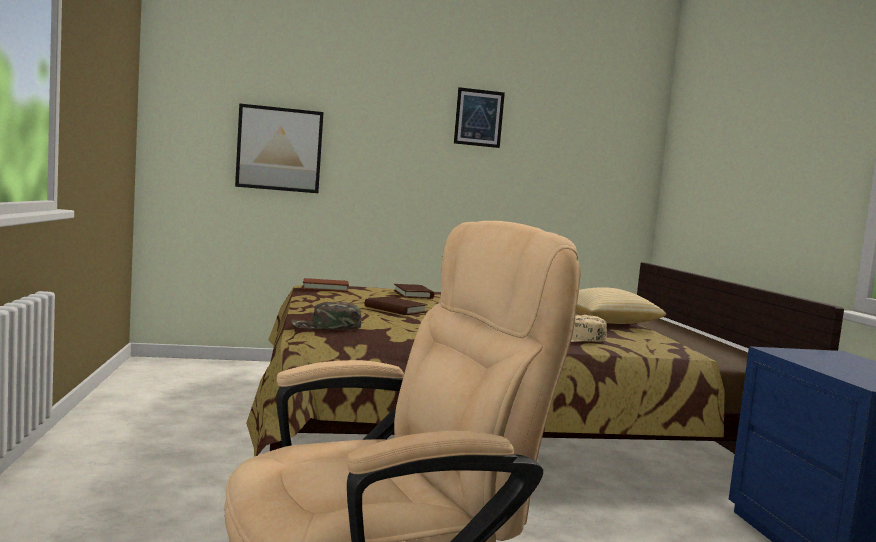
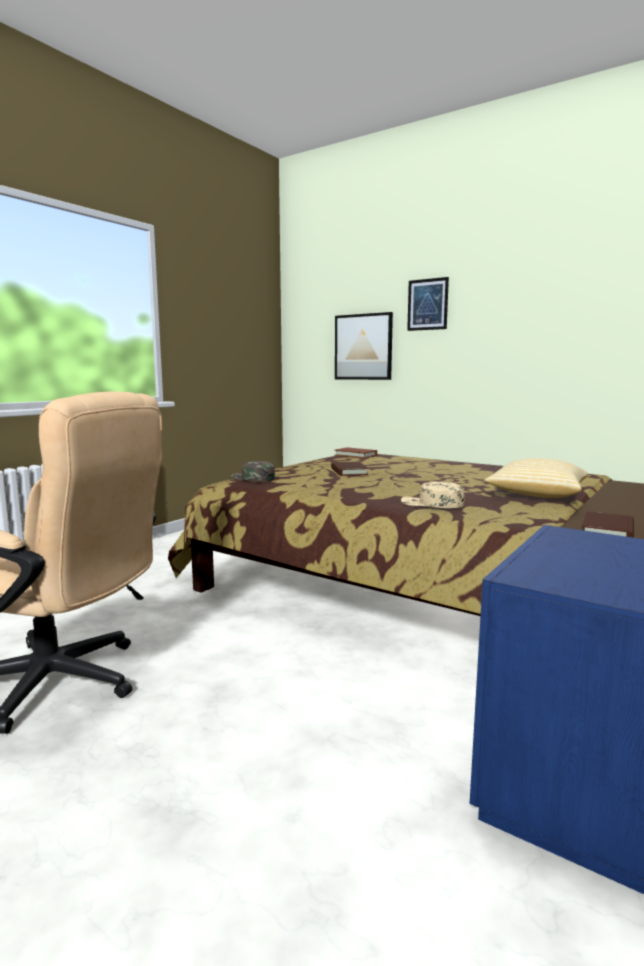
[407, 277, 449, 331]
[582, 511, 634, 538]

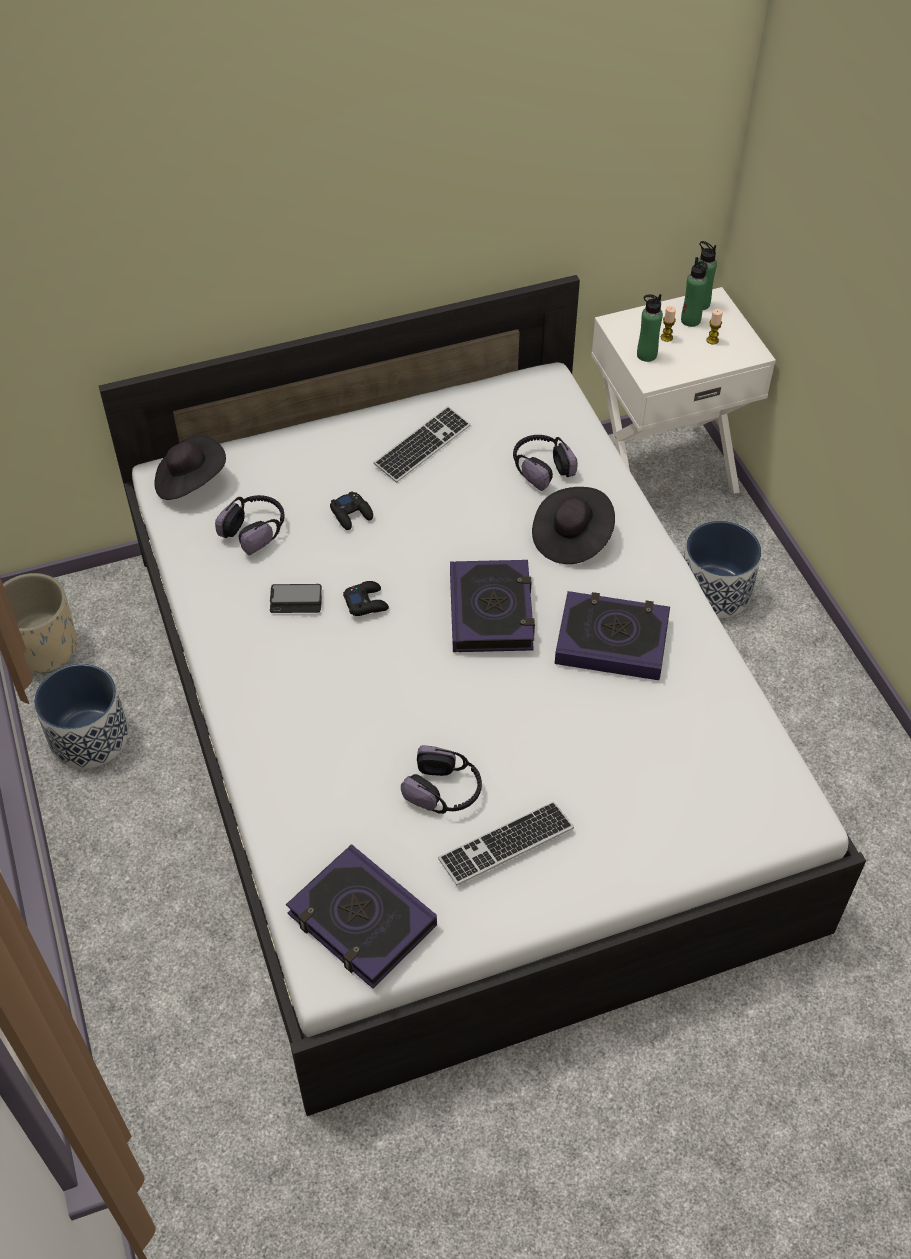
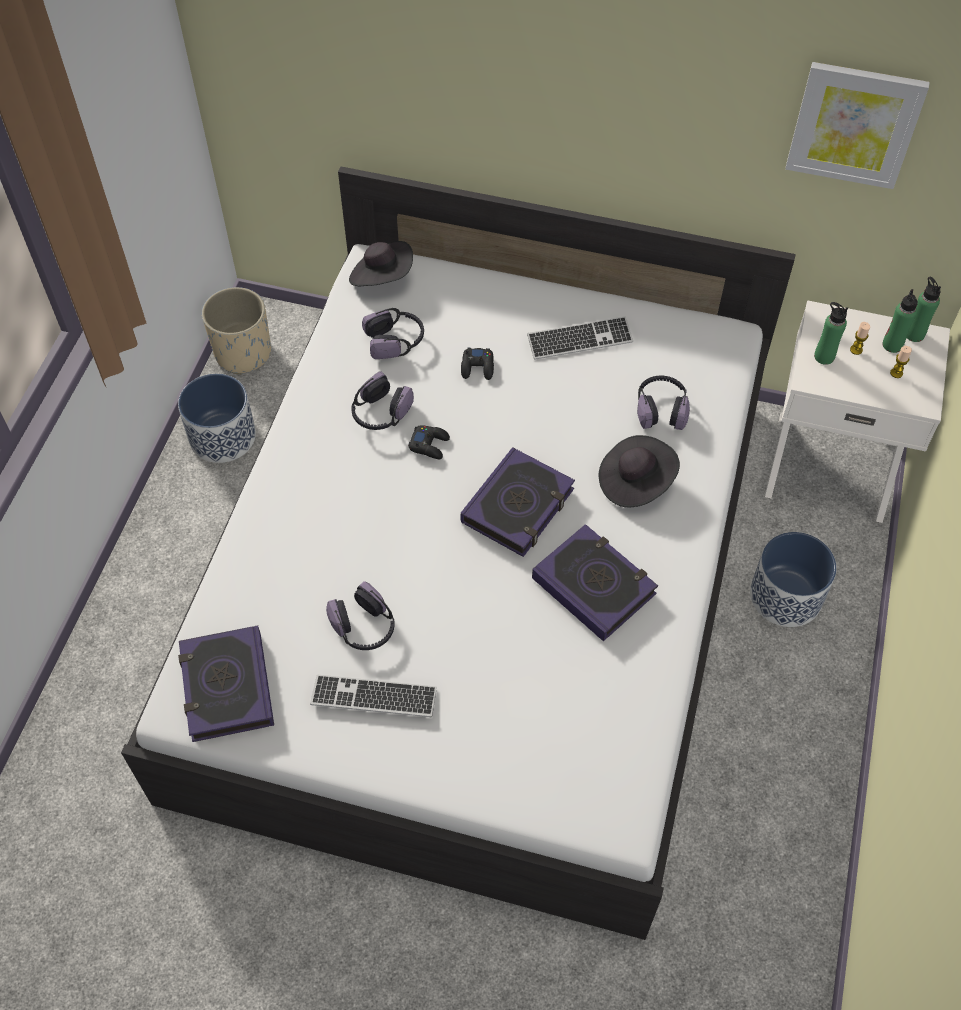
[351, 371, 414, 430]
[785, 62, 930, 189]

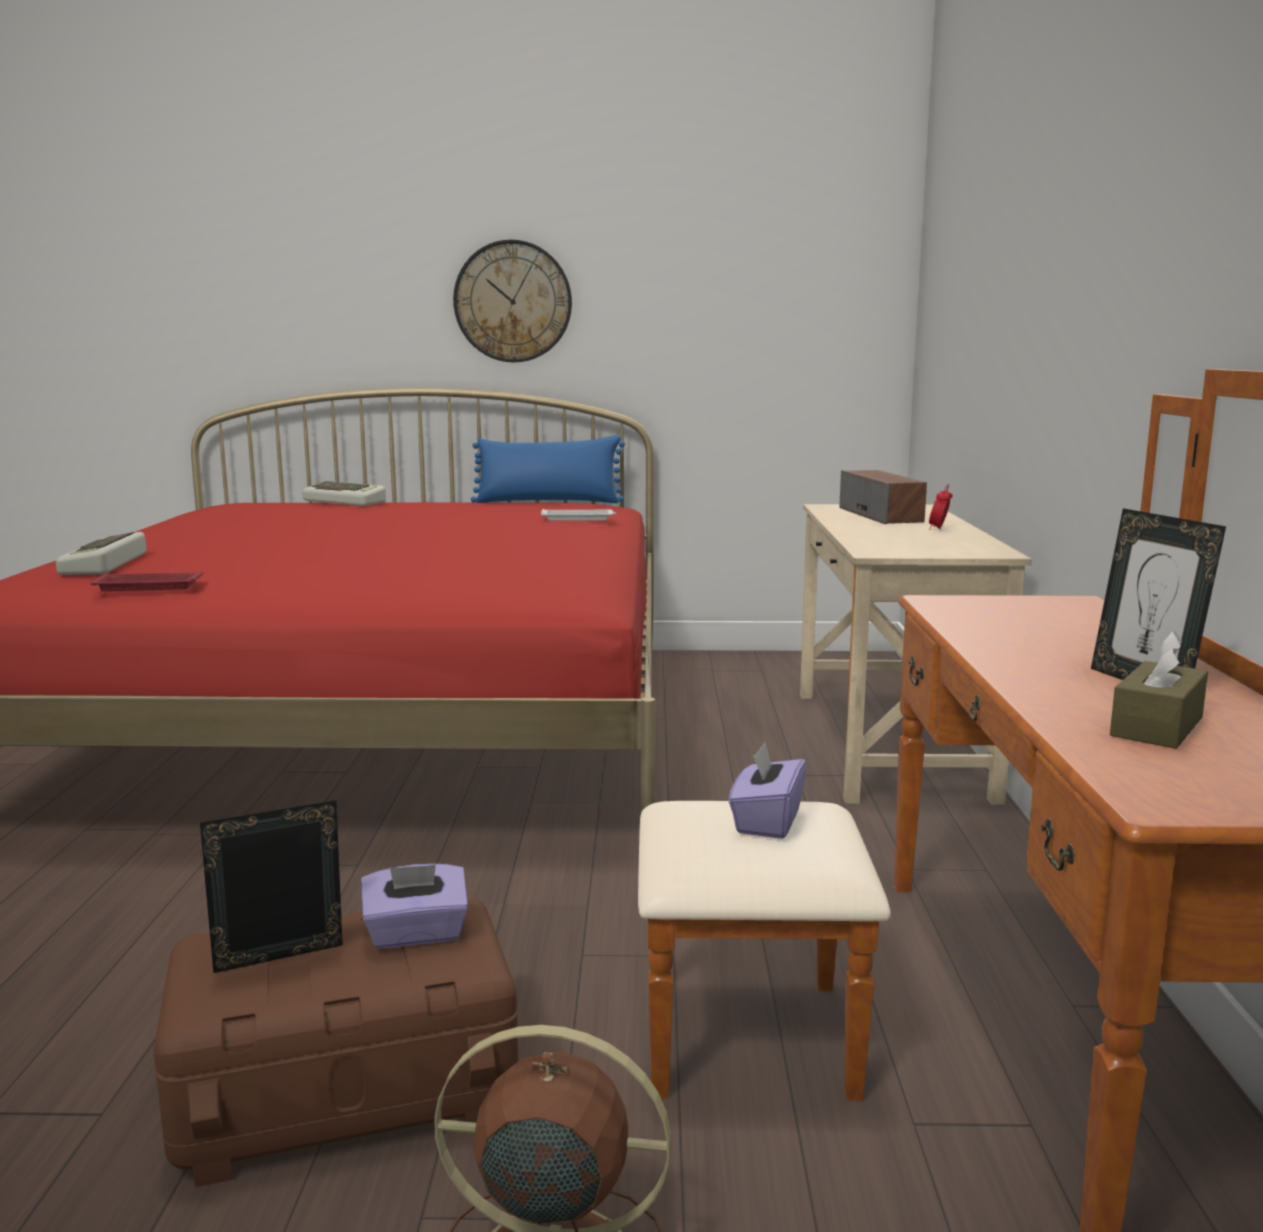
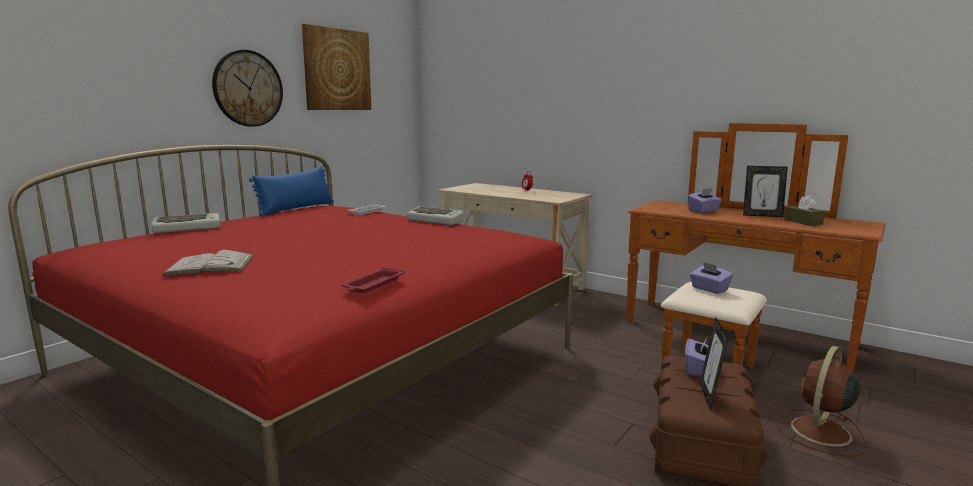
[162, 250, 254, 276]
[302, 24, 371, 110]
[407, 206, 464, 225]
[687, 188, 722, 213]
[839, 470, 927, 524] (first image)

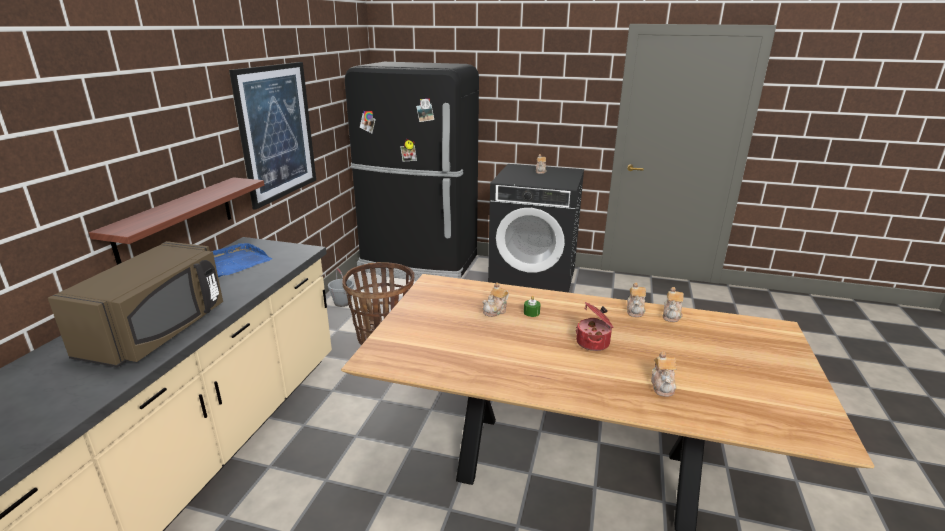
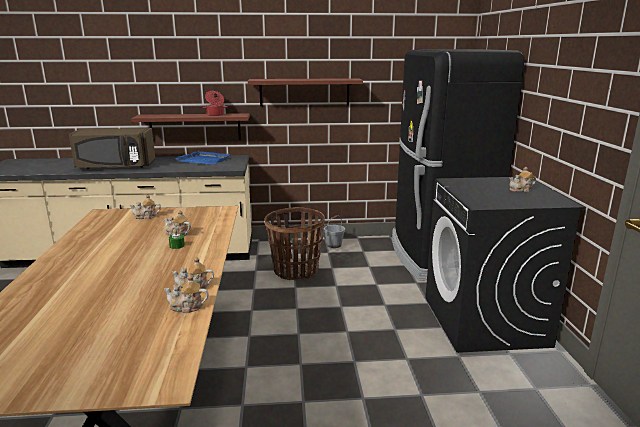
[130, 194, 161, 219]
[202, 91, 228, 116]
[248, 78, 363, 106]

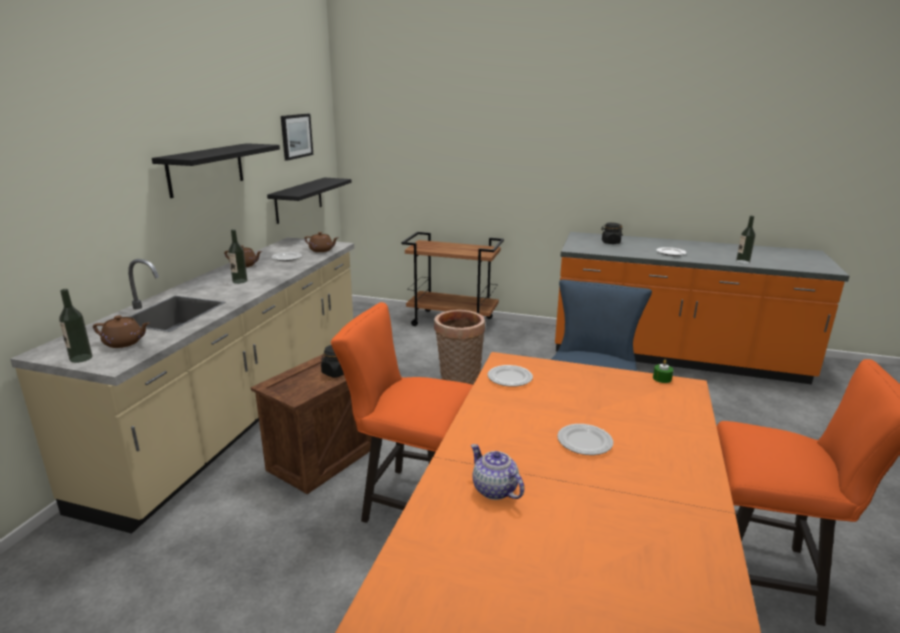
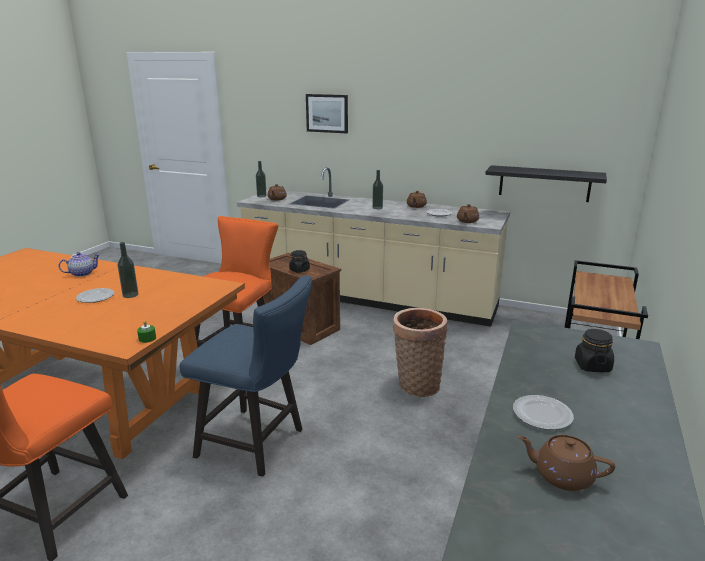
[118, 242, 139, 298]
[306, 94, 348, 133]
[518, 435, 615, 491]
[152, 143, 280, 198] (first image)
[487, 365, 533, 387] (first image)

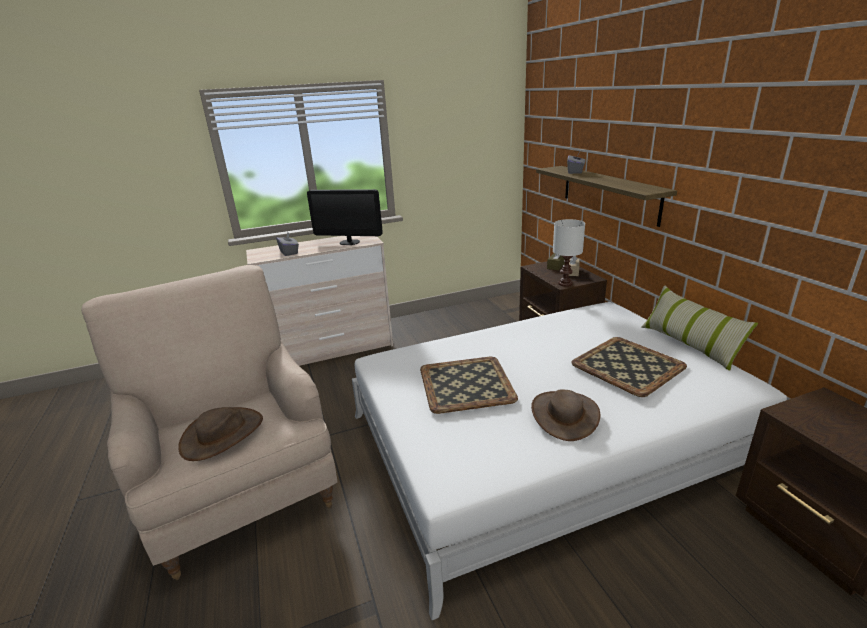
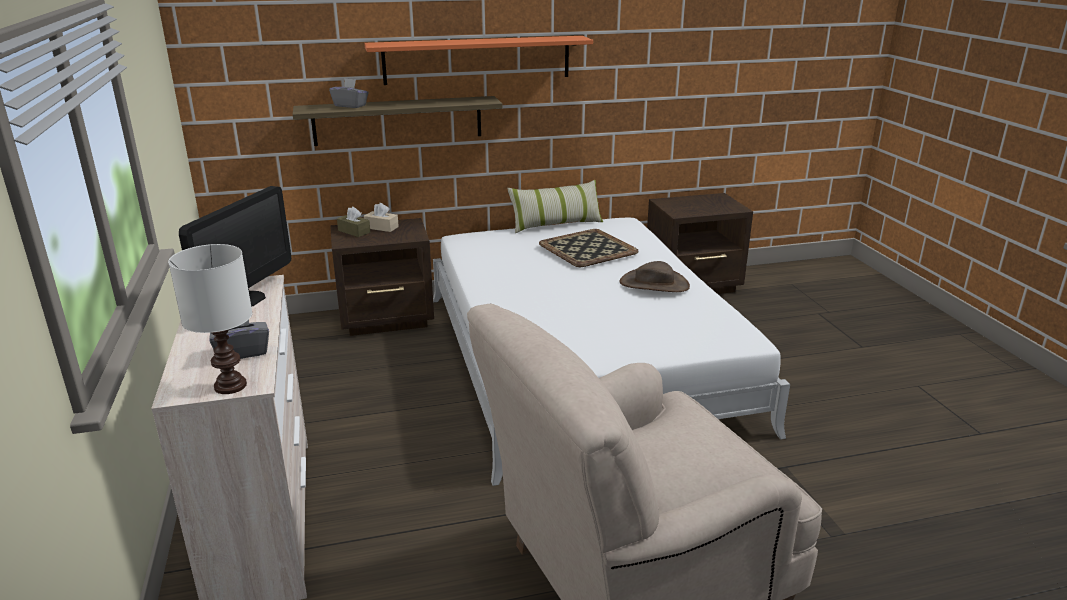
[168, 244, 252, 394]
[364, 36, 593, 85]
[178, 407, 263, 461] (first image)
[420, 357, 518, 414] (first image)

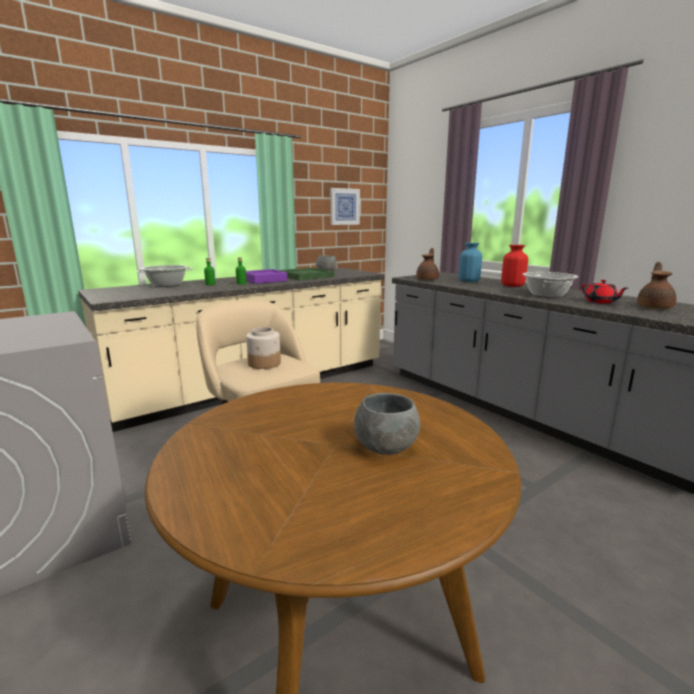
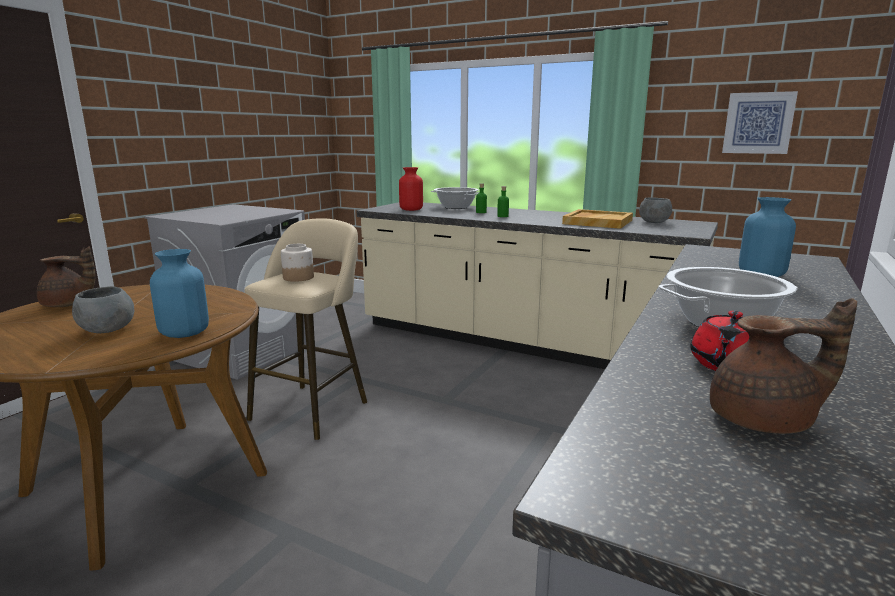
[37, 246, 95, 307]
[150, 249, 209, 338]
[399, 167, 423, 211]
[562, 209, 633, 229]
[246, 269, 287, 284] (first image)

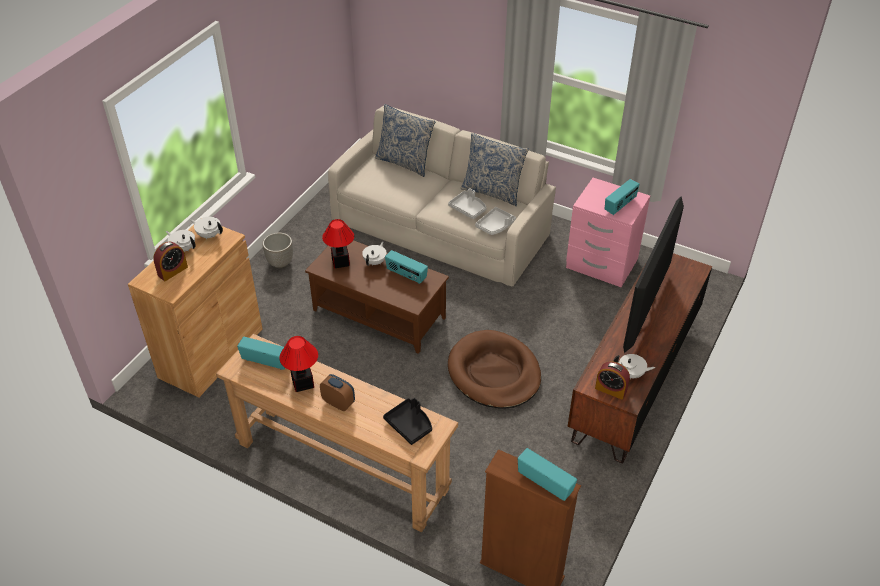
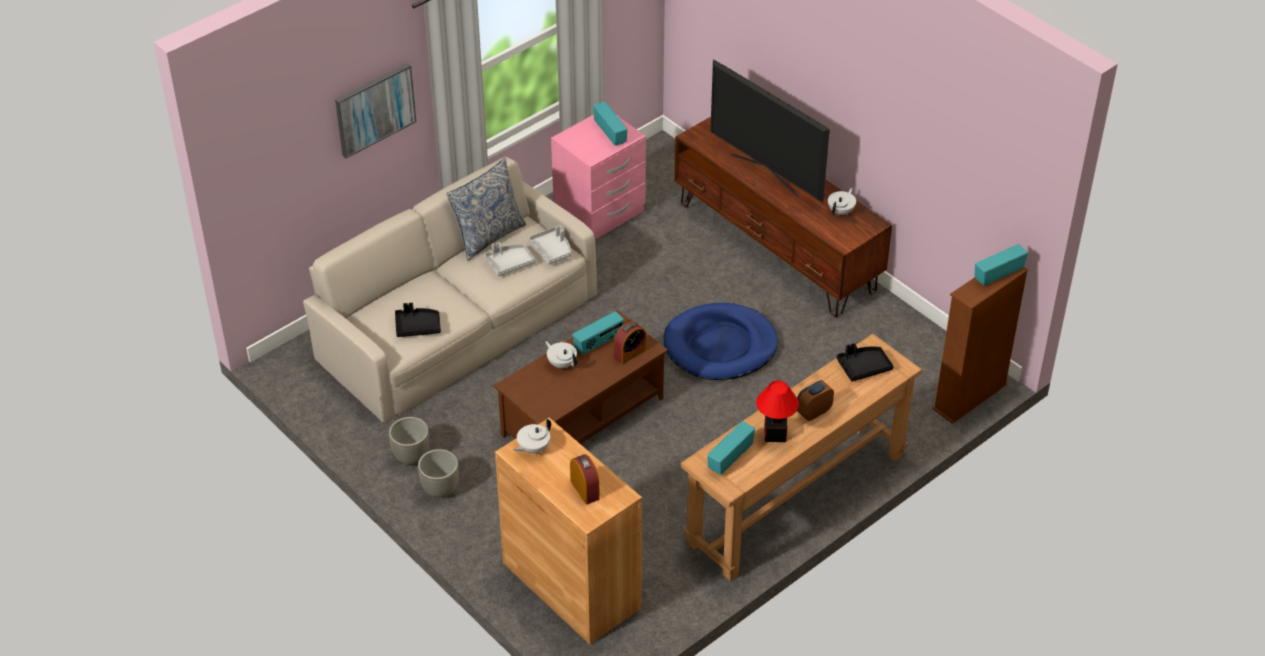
[335, 63, 416, 158]
[389, 417, 429, 465]
[395, 303, 441, 337]
[614, 321, 646, 364]
[664, 303, 778, 380]
[166, 230, 196, 252] (first image)
[322, 219, 354, 269] (first image)
[375, 104, 435, 177] (first image)

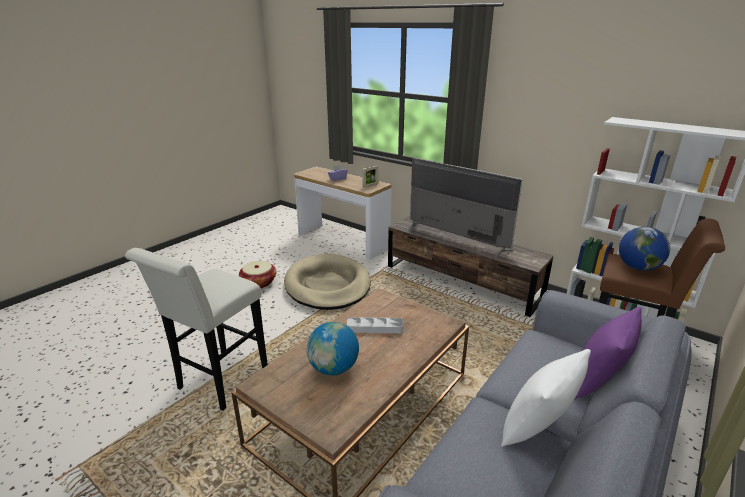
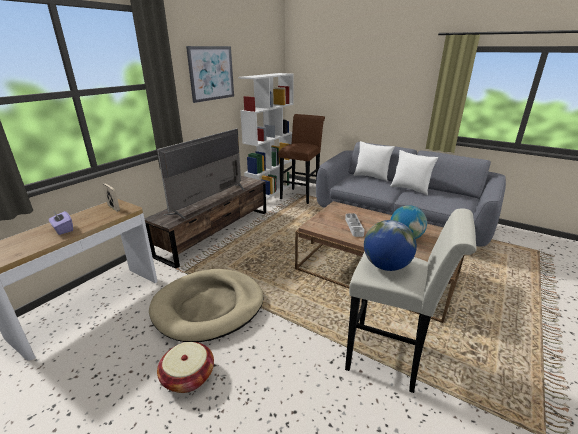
[186, 46, 234, 103]
[353, 141, 395, 181]
[364, 220, 417, 271]

